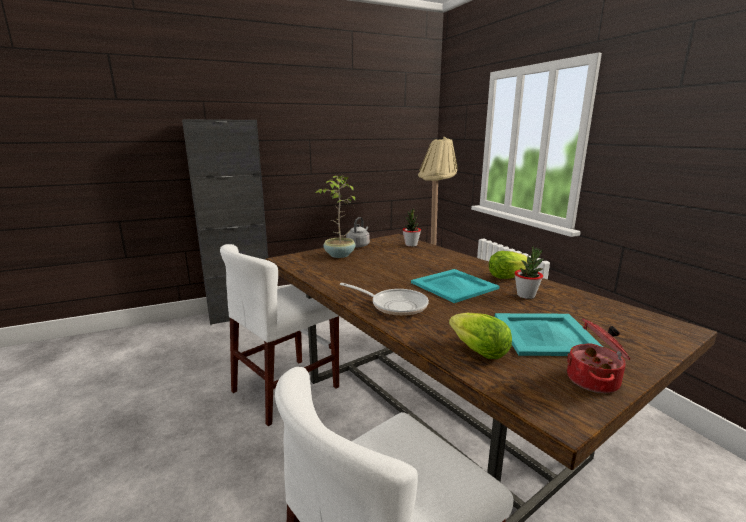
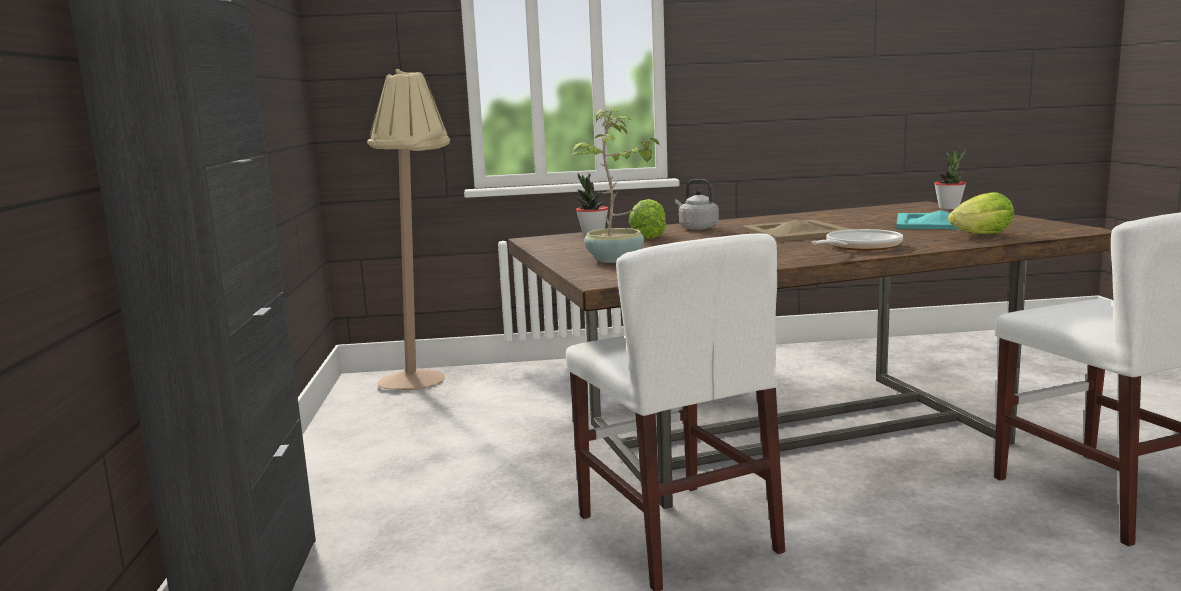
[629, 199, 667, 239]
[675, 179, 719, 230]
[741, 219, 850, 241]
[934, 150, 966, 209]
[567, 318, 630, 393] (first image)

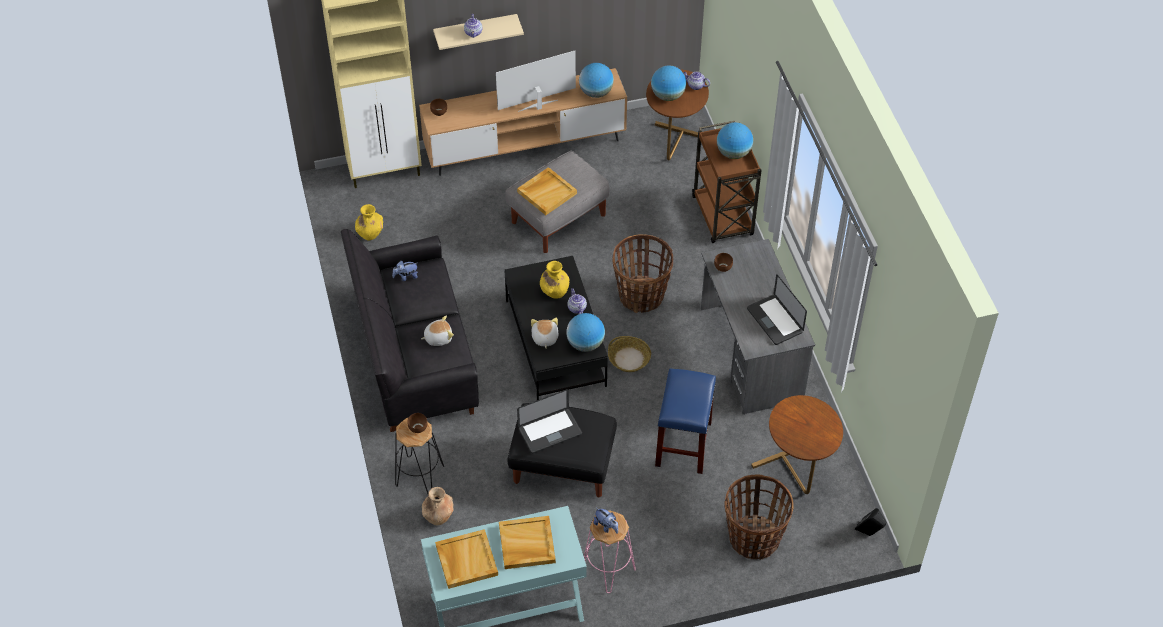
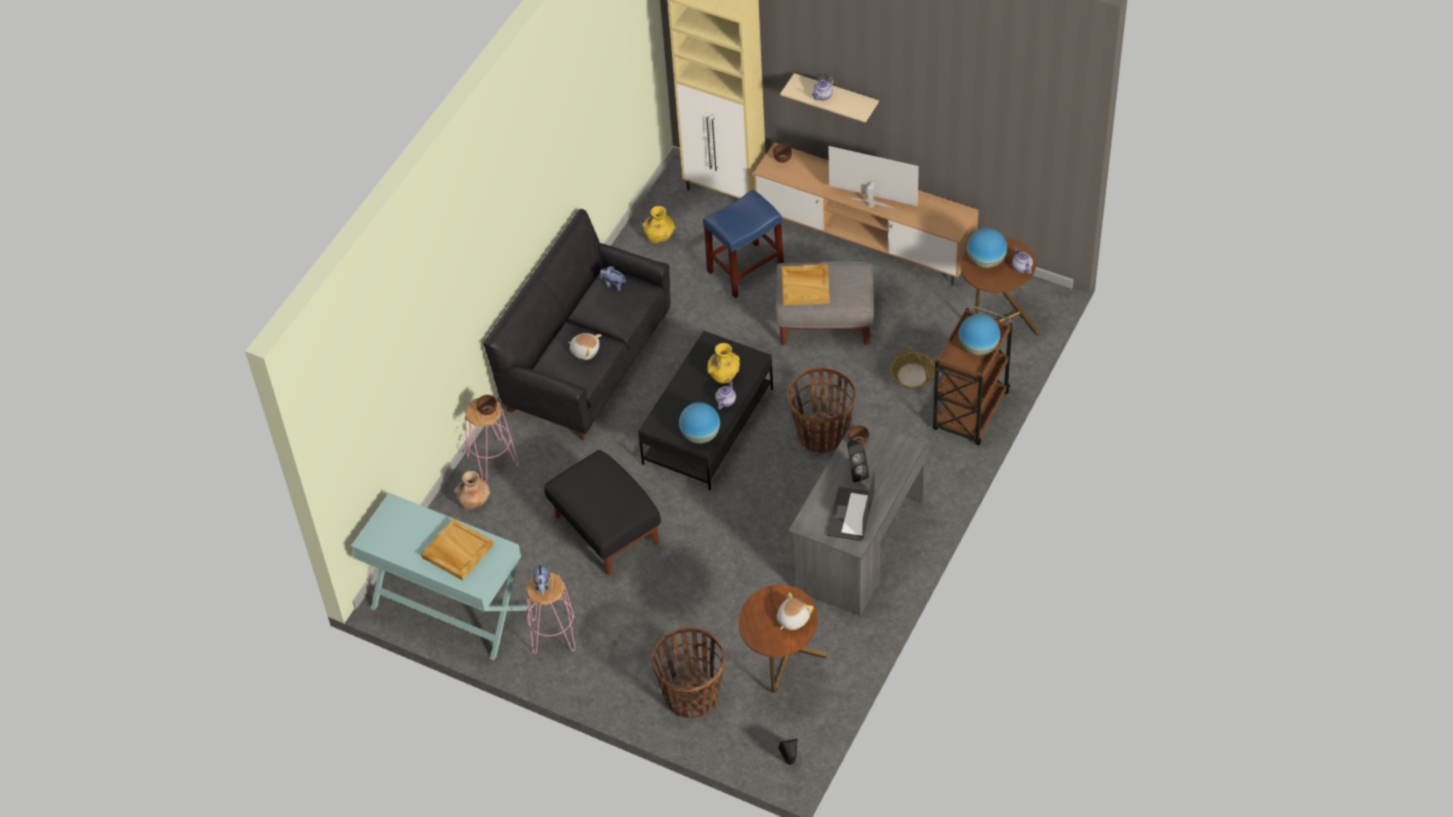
[465, 398, 519, 481]
[703, 189, 784, 298]
[777, 592, 814, 630]
[847, 440, 869, 482]
[890, 345, 935, 389]
[435, 529, 498, 589] (first image)
[517, 389, 582, 453] (first image)
[579, 63, 614, 98] (first image)

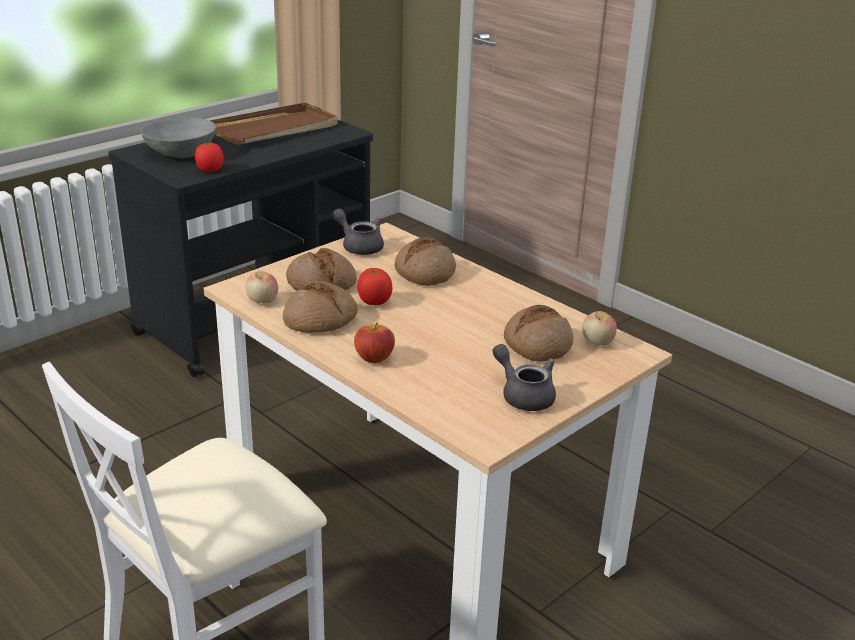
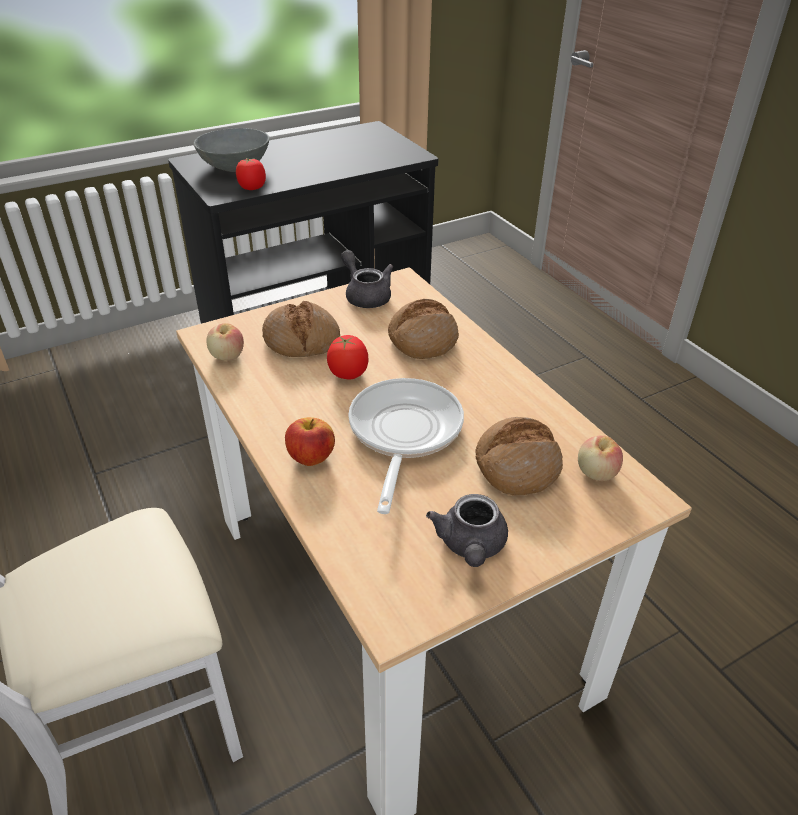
[348, 378, 464, 514]
[426, 494, 508, 567]
[209, 103, 338, 145] (first image)
[283, 281, 358, 333] (first image)

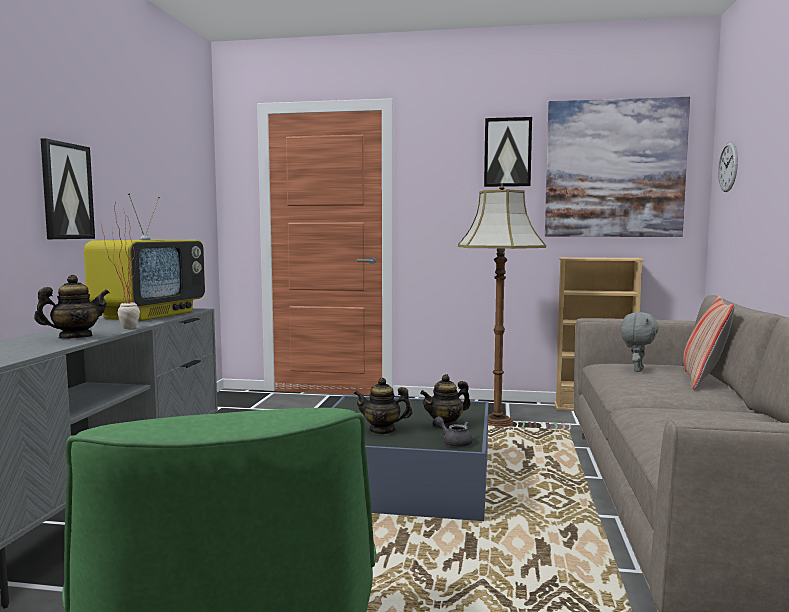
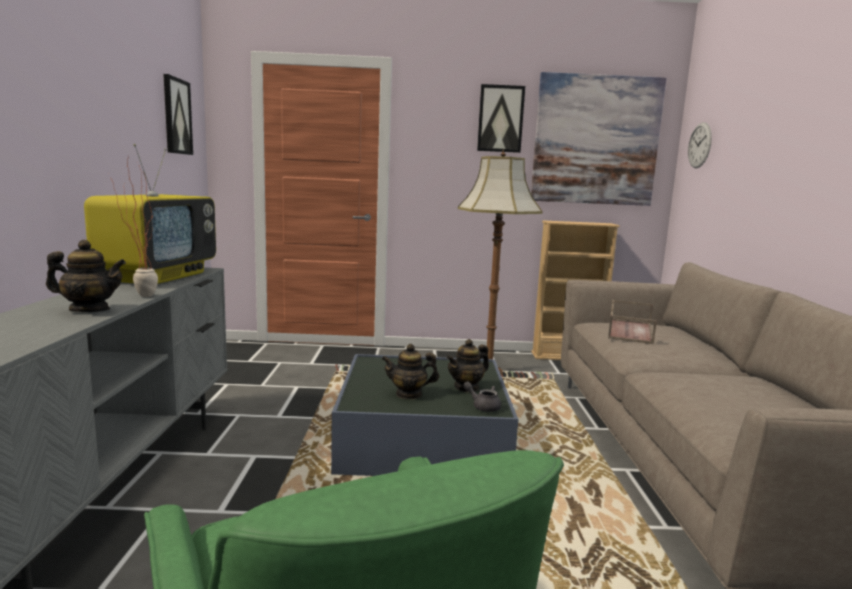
[46, 240, 126, 312]
[163, 74, 193, 155]
[608, 300, 657, 344]
[683, 296, 735, 390] (first image)

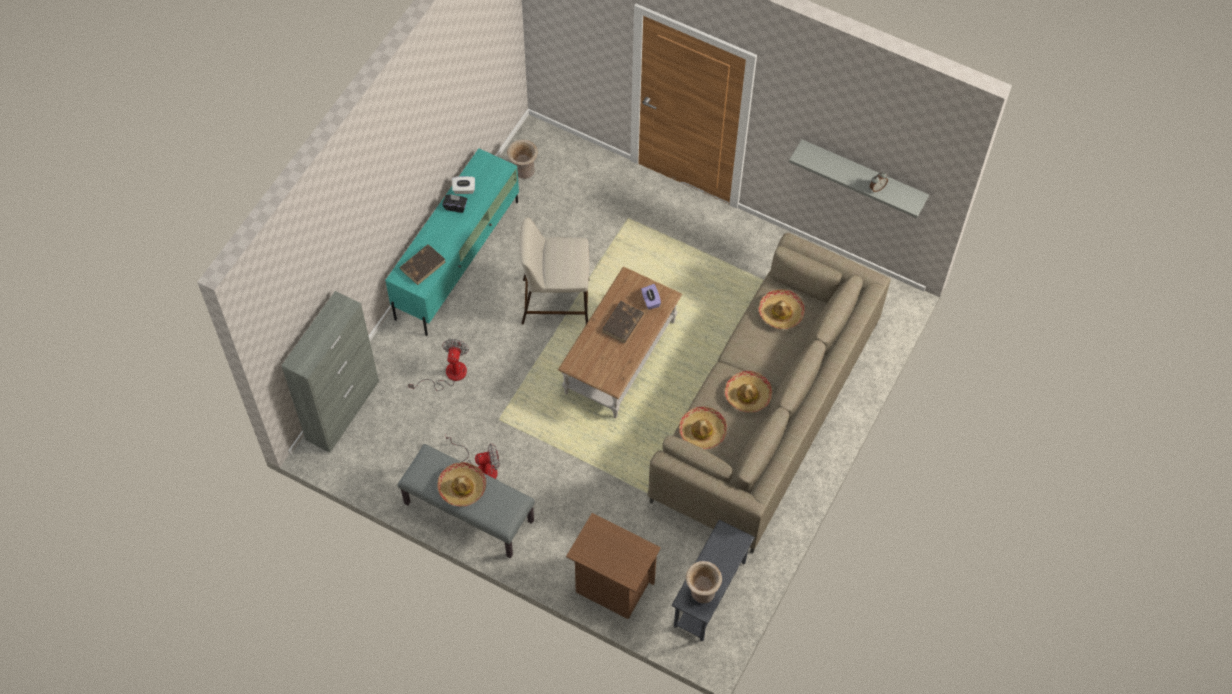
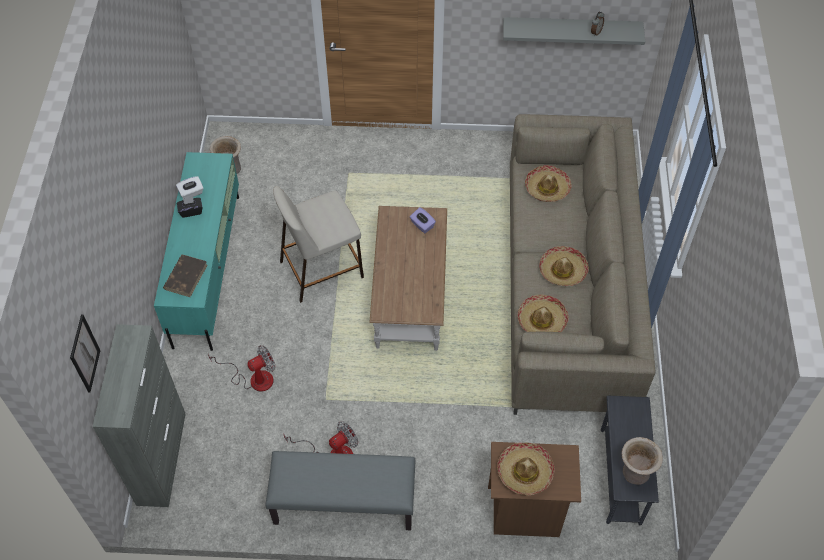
[70, 314, 101, 393]
[208, 345, 275, 392]
[497, 443, 554, 495]
[602, 301, 644, 343] (first image)

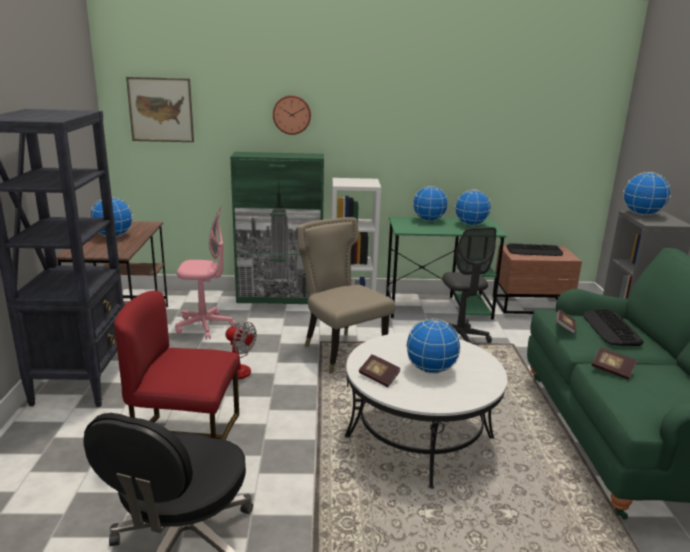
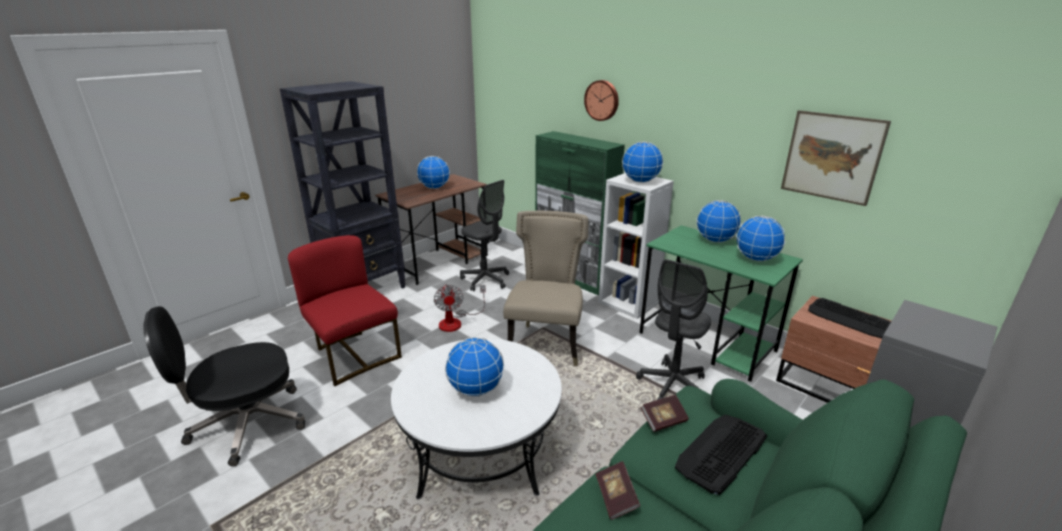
[460, 180, 509, 291]
[622, 142, 663, 182]
[781, 110, 891, 206]
[359, 354, 401, 387] (first image)

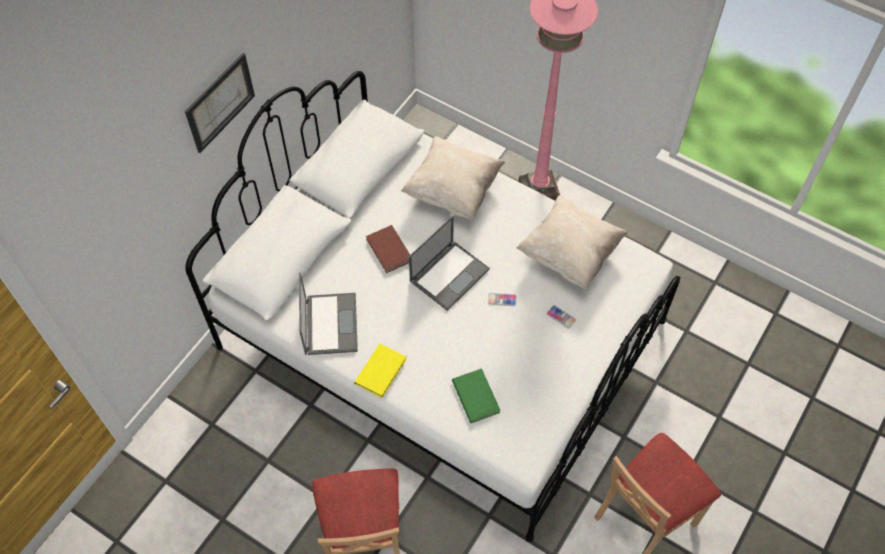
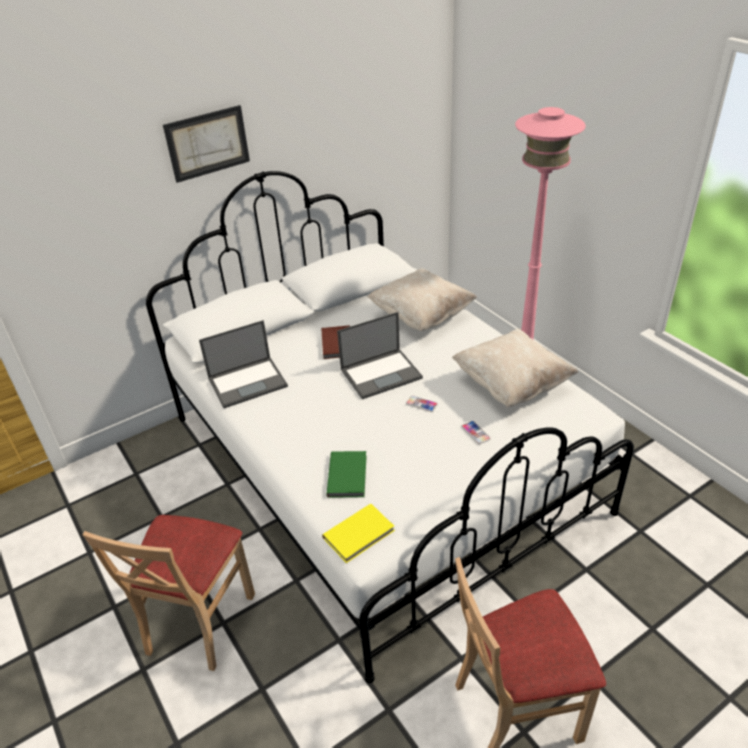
[199, 320, 288, 408]
[322, 504, 395, 563]

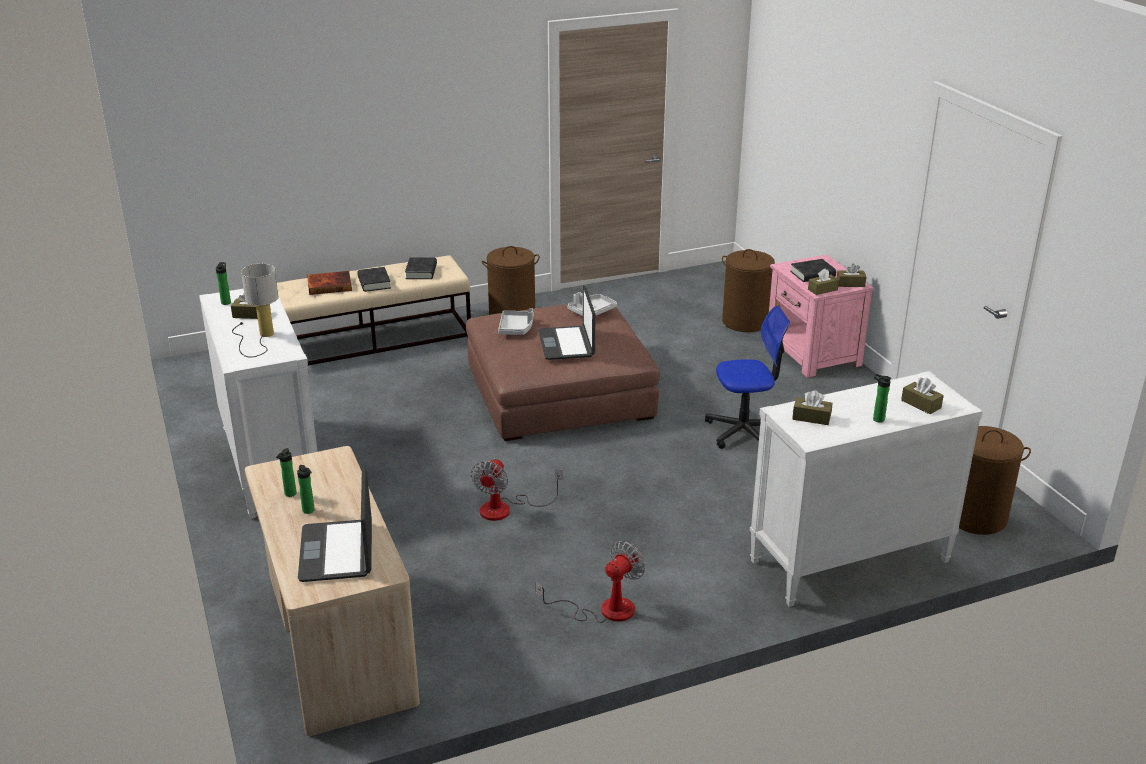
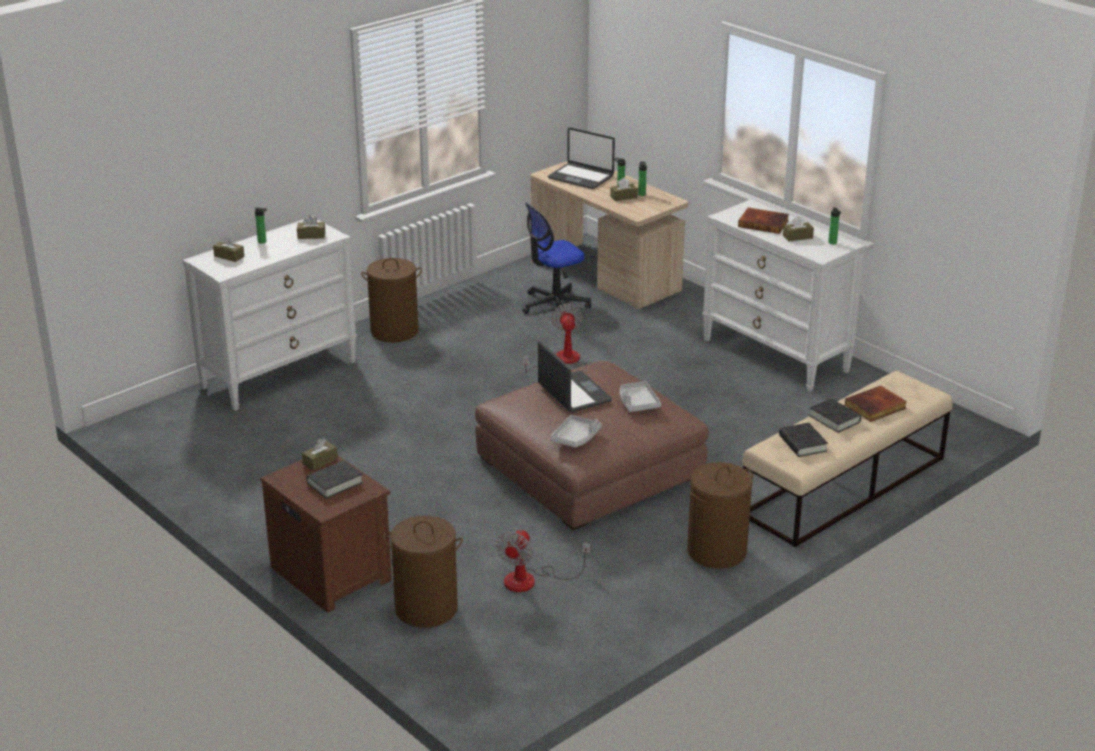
[260, 455, 392, 613]
[361, 258, 422, 343]
[496, 529, 590, 592]
[522, 203, 591, 314]
[548, 128, 615, 189]
[610, 178, 638, 201]
[738, 207, 789, 234]

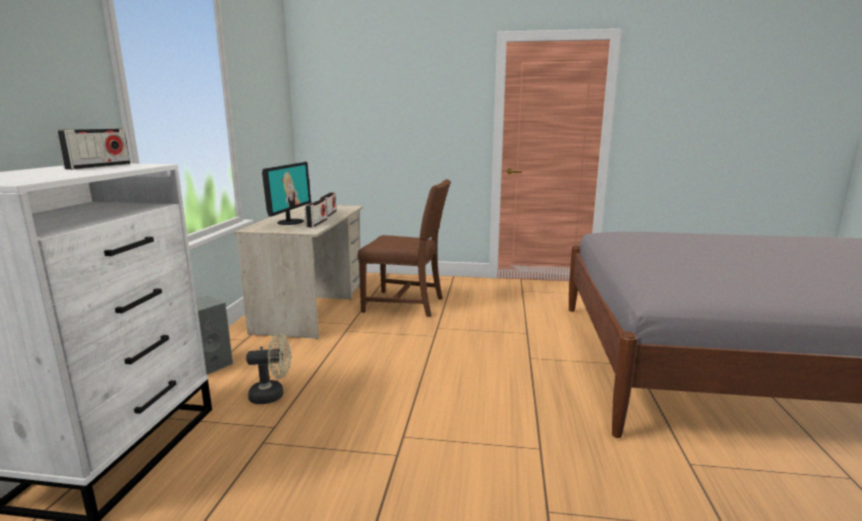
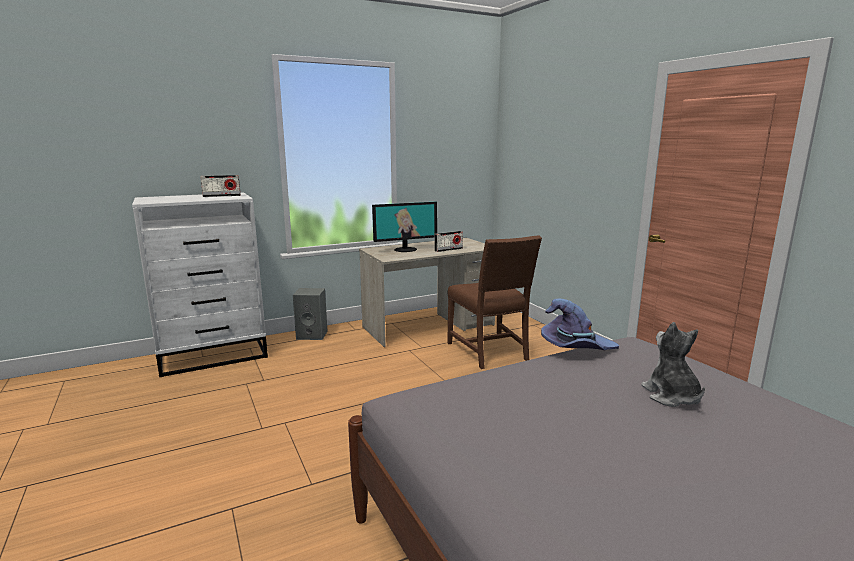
[541, 298, 619, 350]
[641, 322, 705, 407]
[246, 333, 291, 404] (first image)
[305, 199, 327, 227] (first image)

